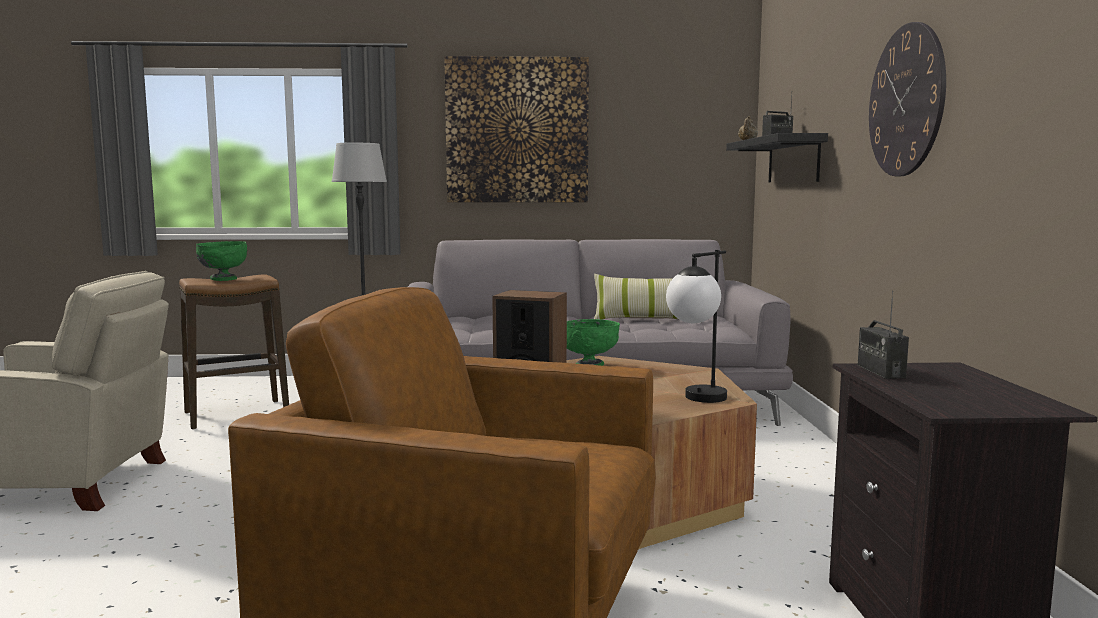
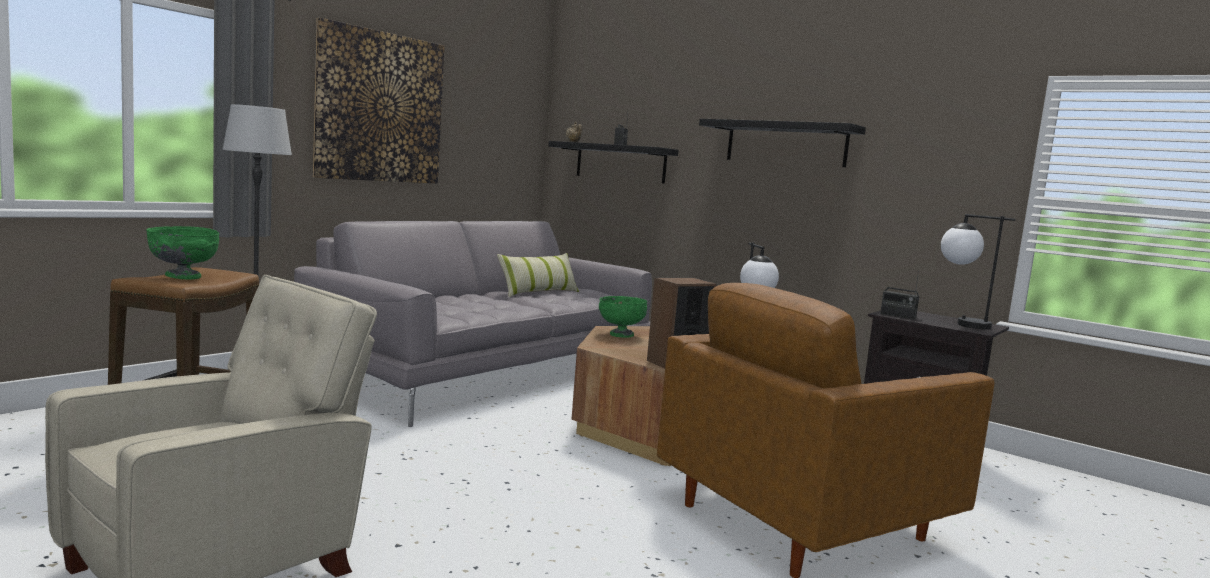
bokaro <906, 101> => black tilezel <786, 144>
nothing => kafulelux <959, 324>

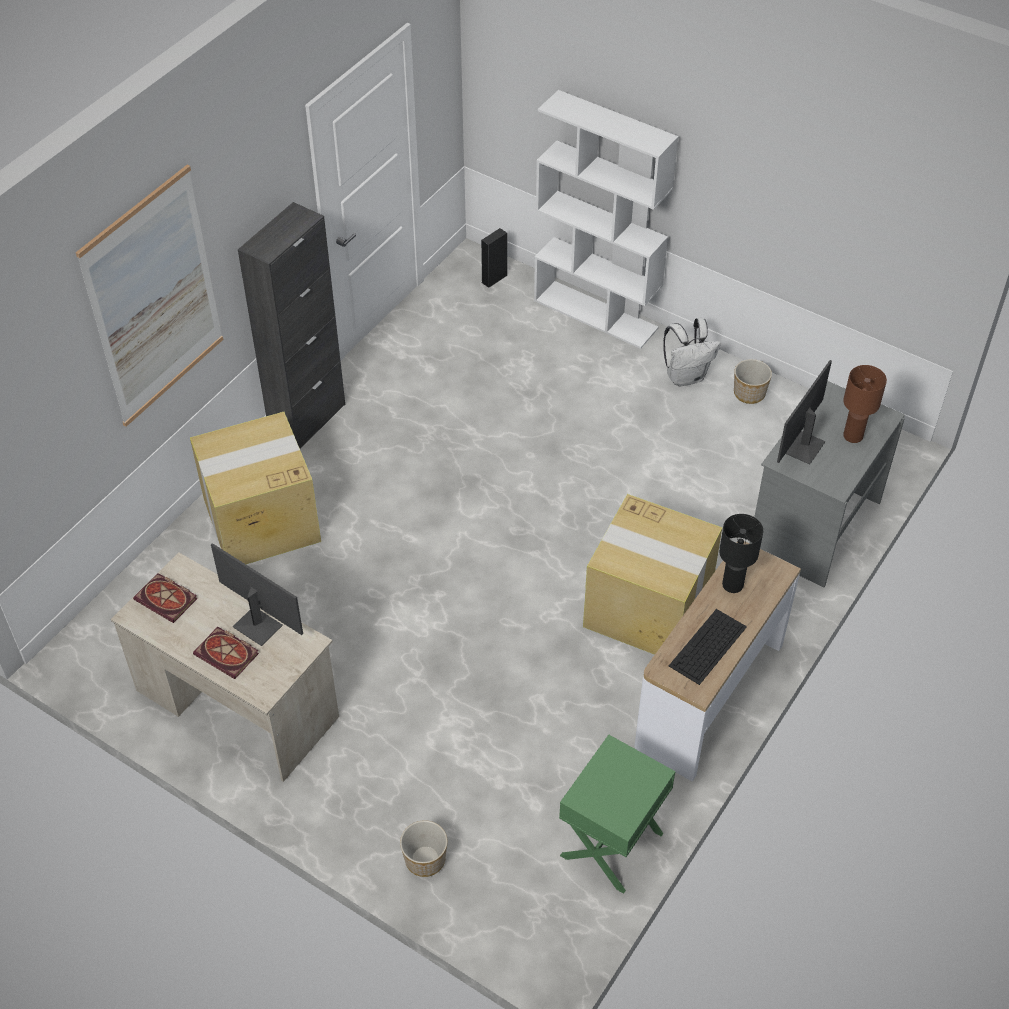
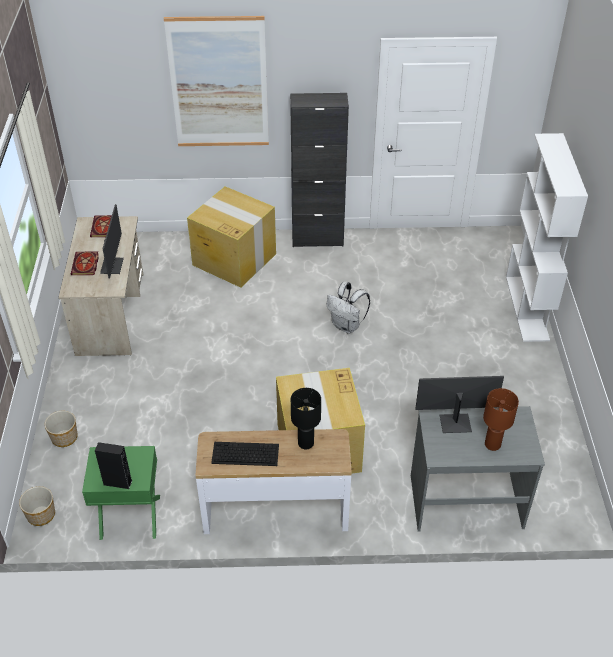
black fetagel <494, 278> => black fetagel <117, 482>, moved
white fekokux <686, 376> => white fekokux <347, 326>, moved
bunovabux <749, 393> => bunovabux <41, 515>, moved

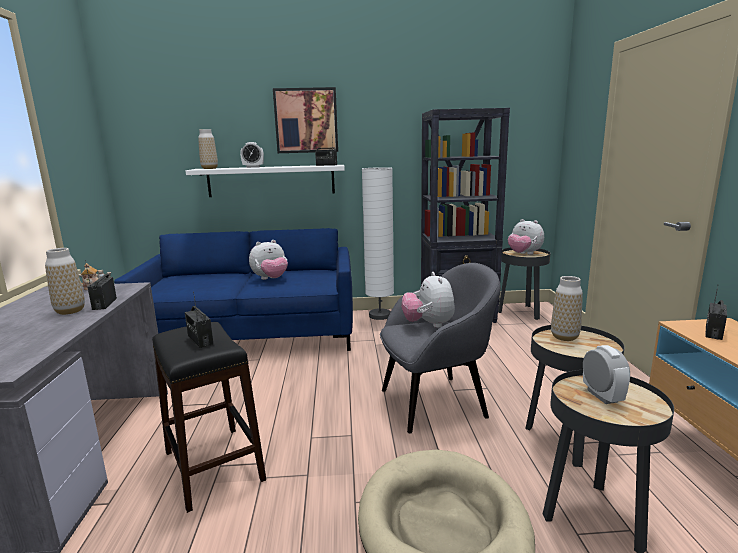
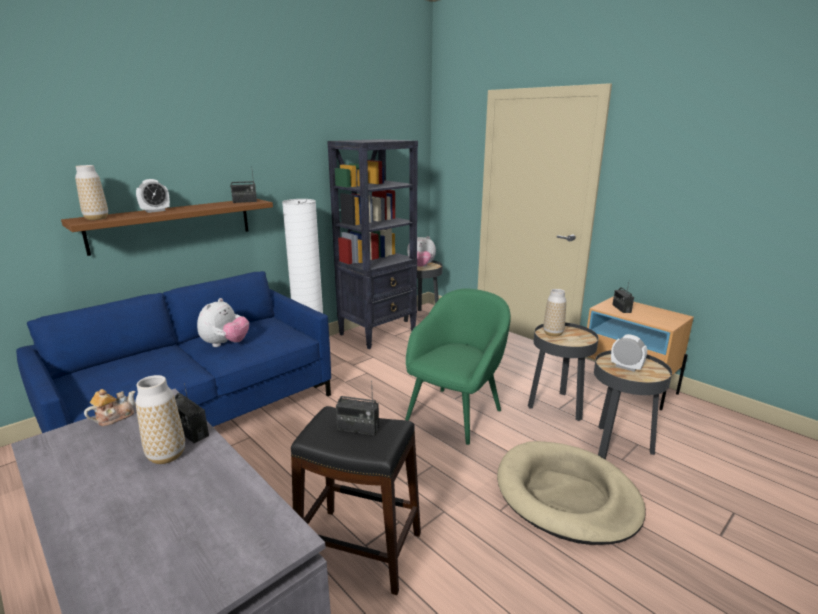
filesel <306, 121> => nothing
white tilezel <271, 181> => brown tilezel <172, 225>
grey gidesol <435, 402> => green gidesol <455, 413>
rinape <428, 325> => nothing

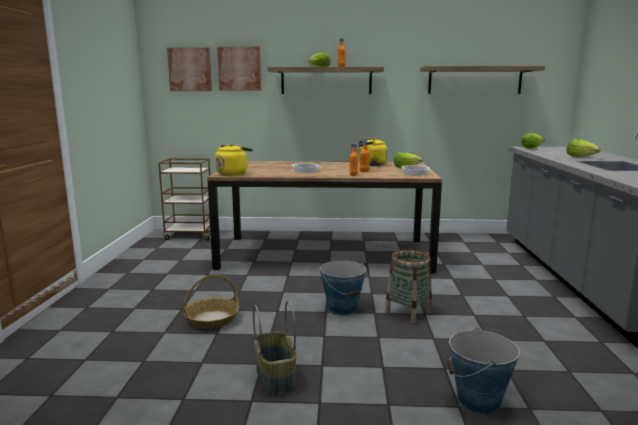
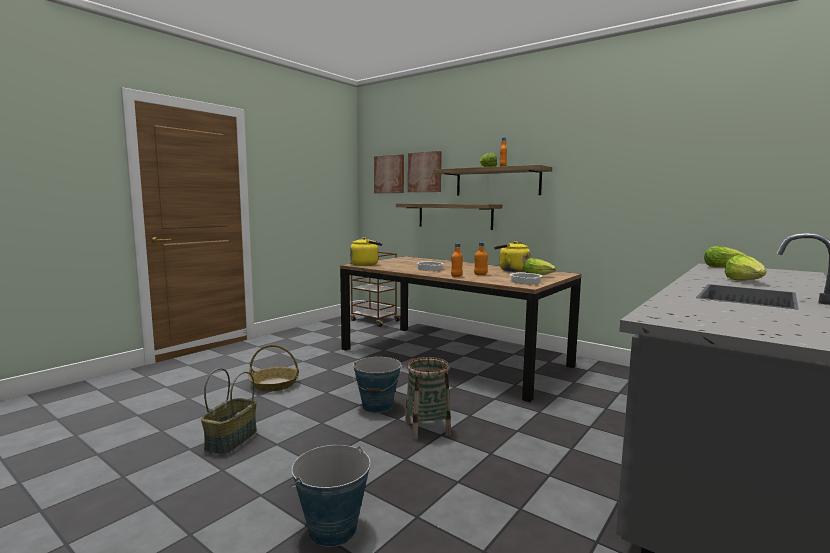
tilezel <474, 80> => tilezel <454, 216>, moved

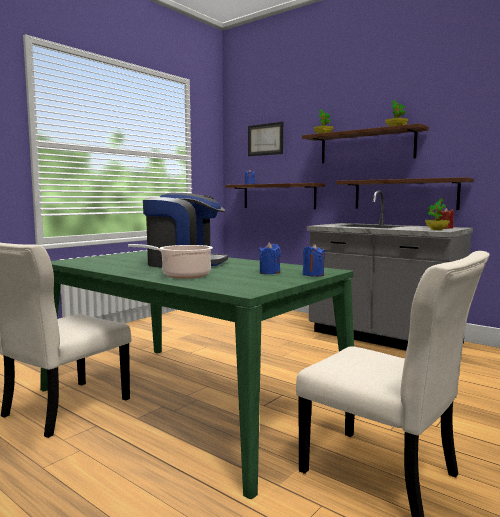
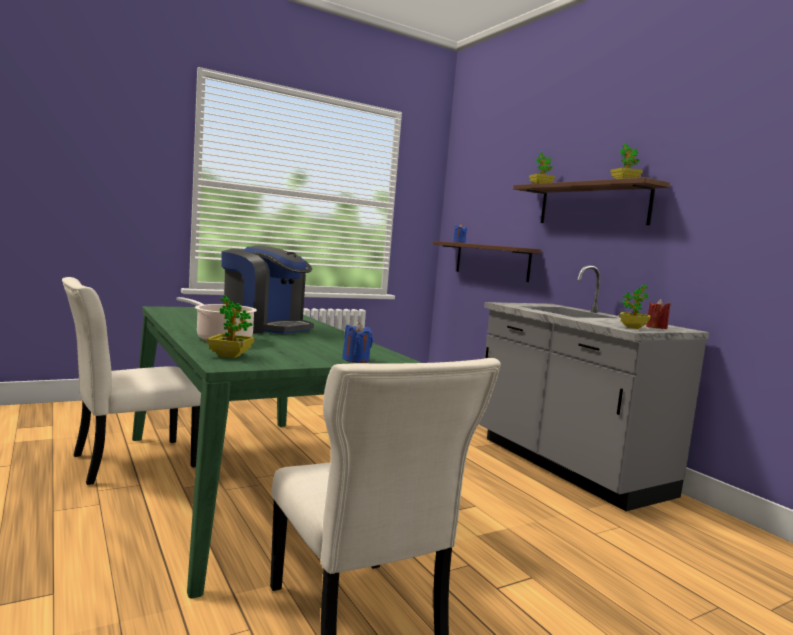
filesel <265, 139> => nothing
brown tilezel <404, 194> => nothing
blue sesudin <269, 273> => nothing
nothing => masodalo <230, 355>

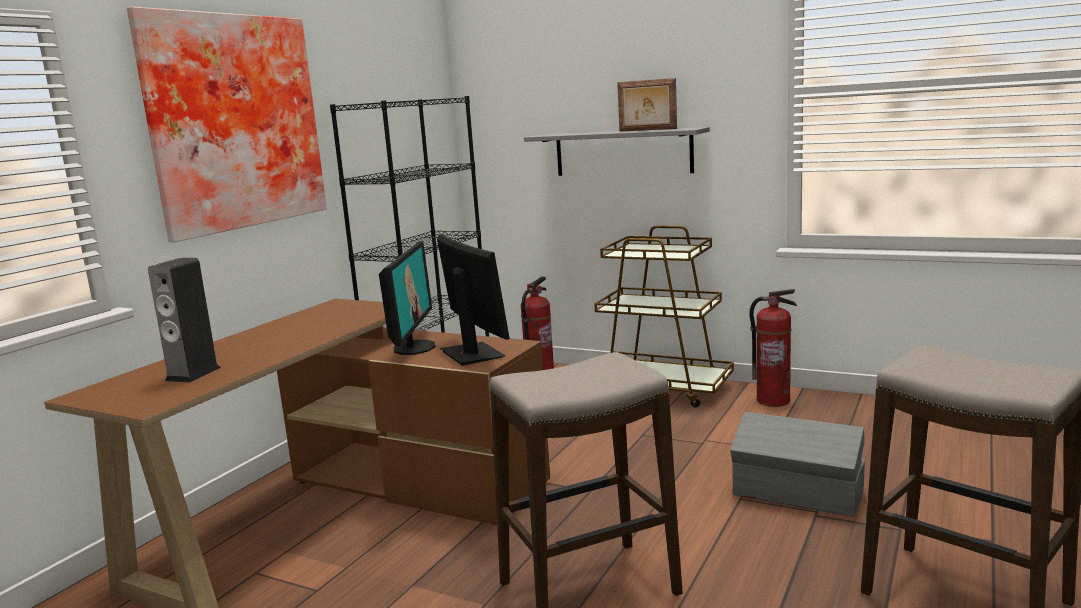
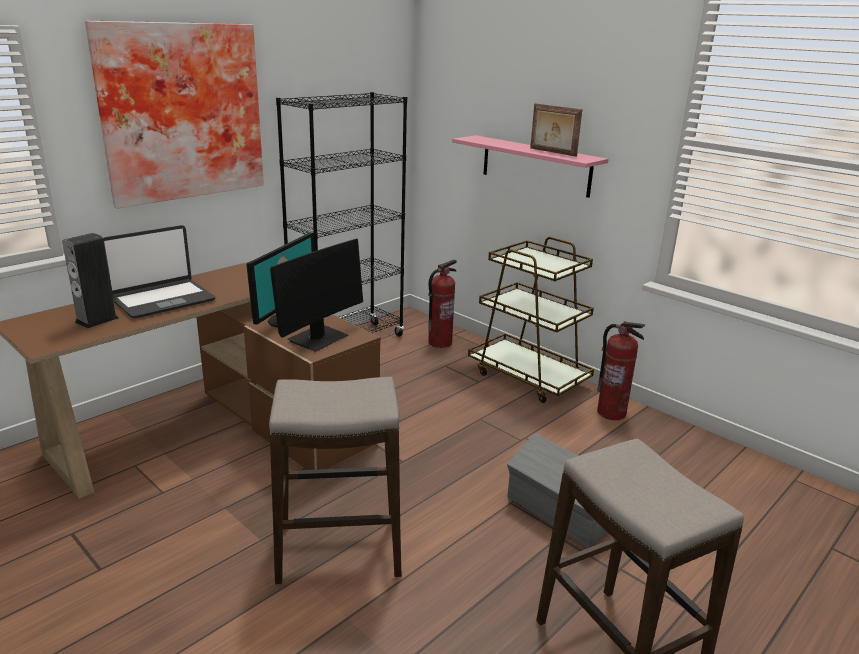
grey tilezel <623, 152> => pink tilezel <535, 165>
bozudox <472, 354> => bozudox <318, 339>, 45 degrees clockwise
nothing => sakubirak <162, 300>

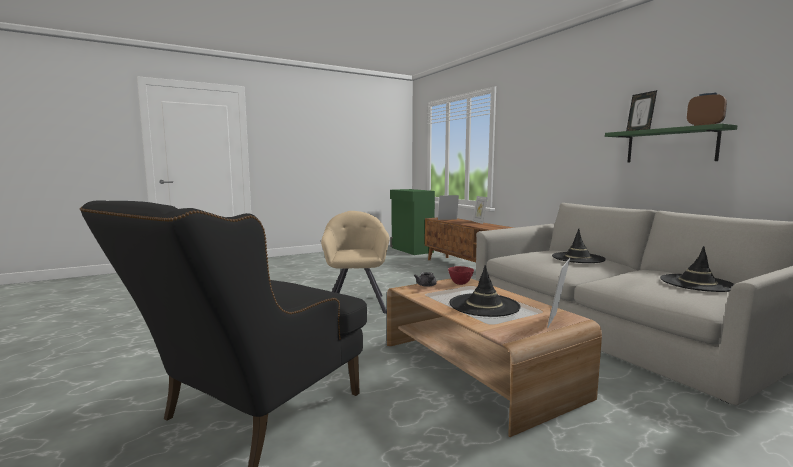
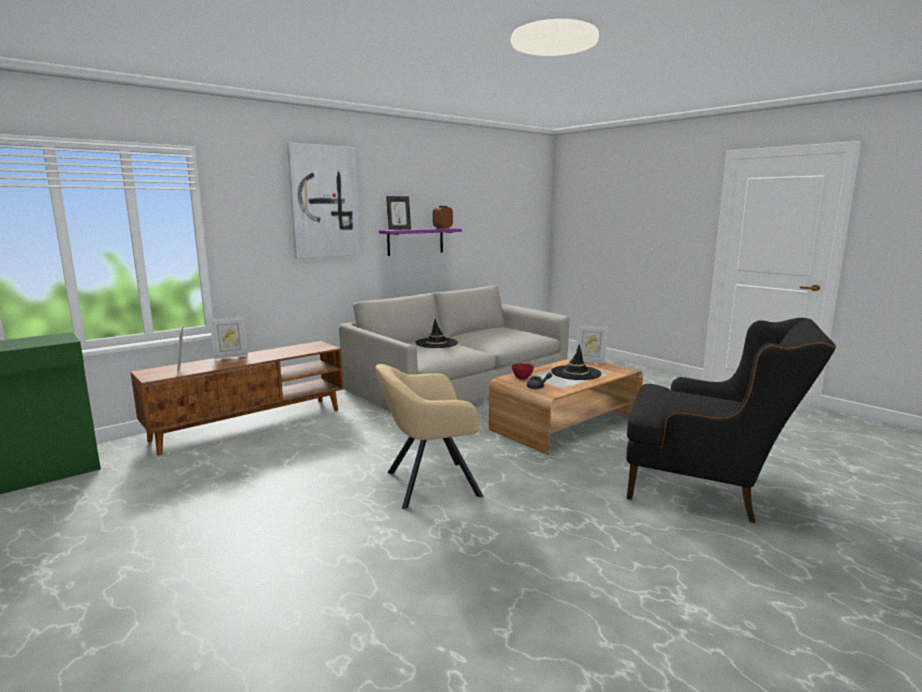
green tilezel <670, 146> => purple tilezel <415, 241>
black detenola <697, 283> => nothing
nothing => filesel <324, 202>

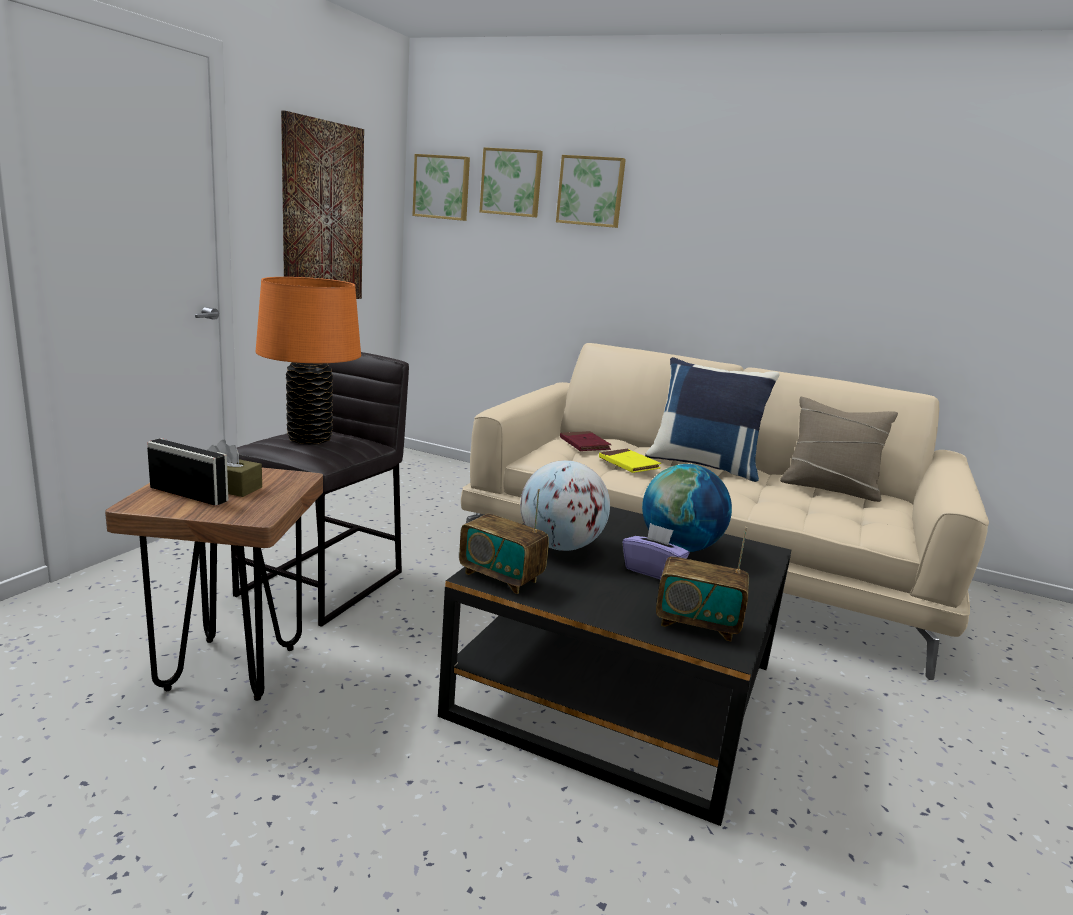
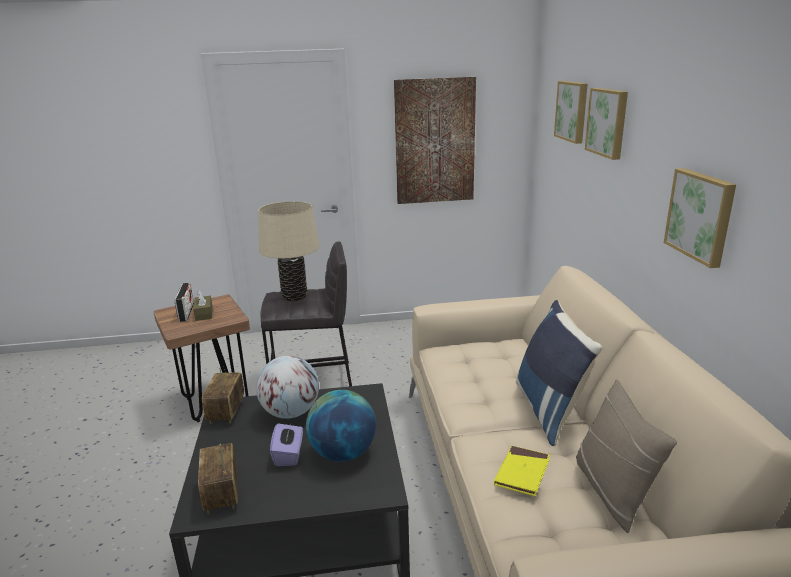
filesel <442, 187> => filesel <701, 216>, moved
orange kafulelux <310, 439> => beige kafulelux <294, 297>
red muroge <584, 444> => nothing
yellow muroge <629, 464> => yellow muroge <522, 473>, moved

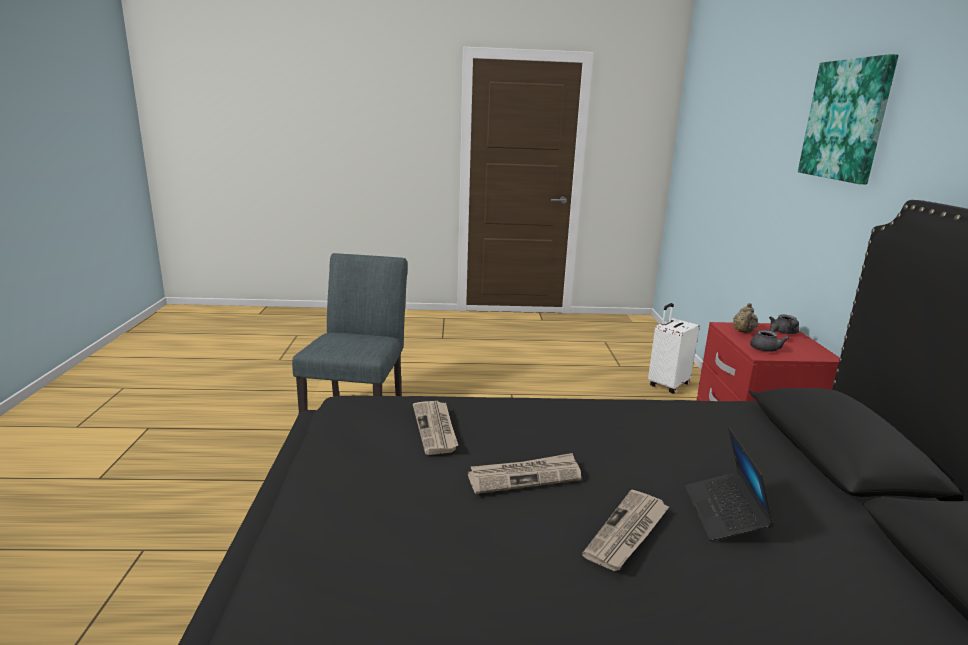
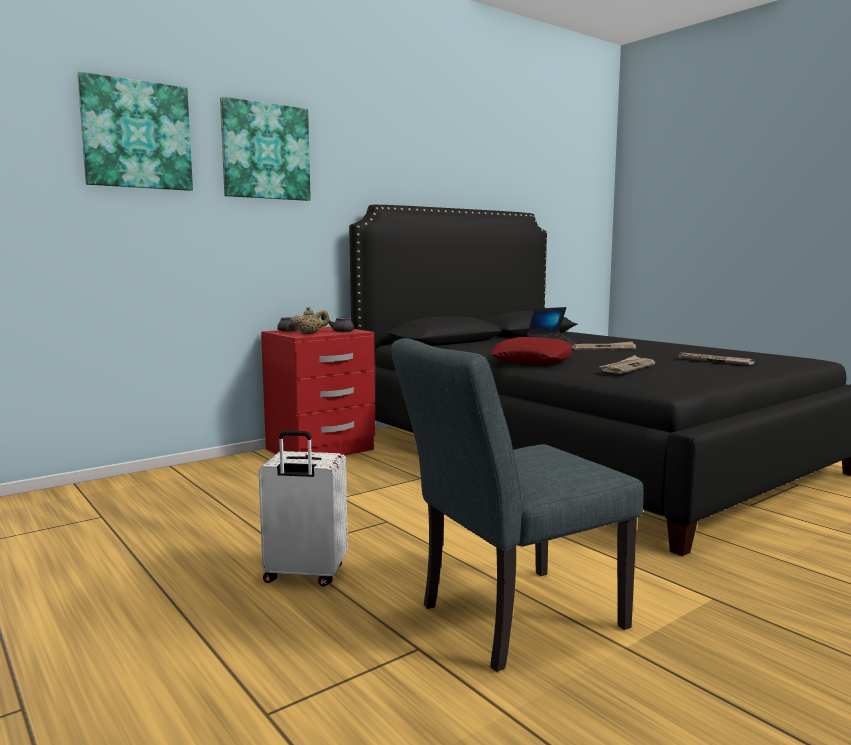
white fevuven <667, 385> => white fevuven <304, 575>, moved
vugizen <525, 476> => vugizen <713, 361>, moved
nothing => filesel <136, 135>
nothing => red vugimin <532, 360>

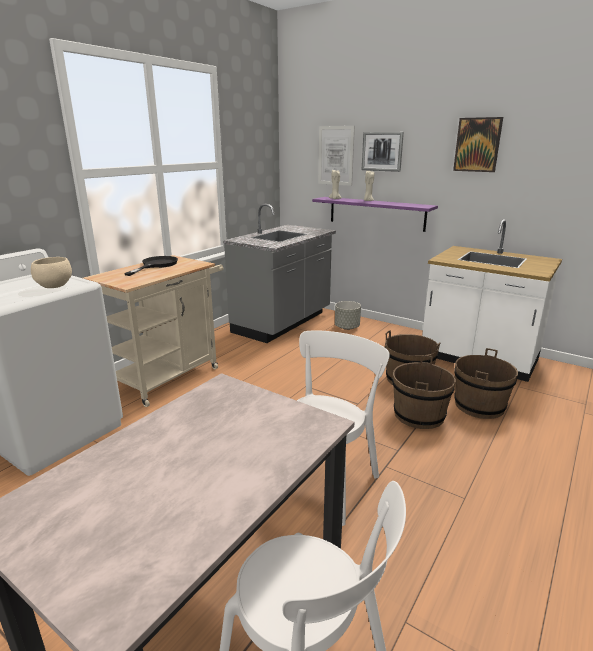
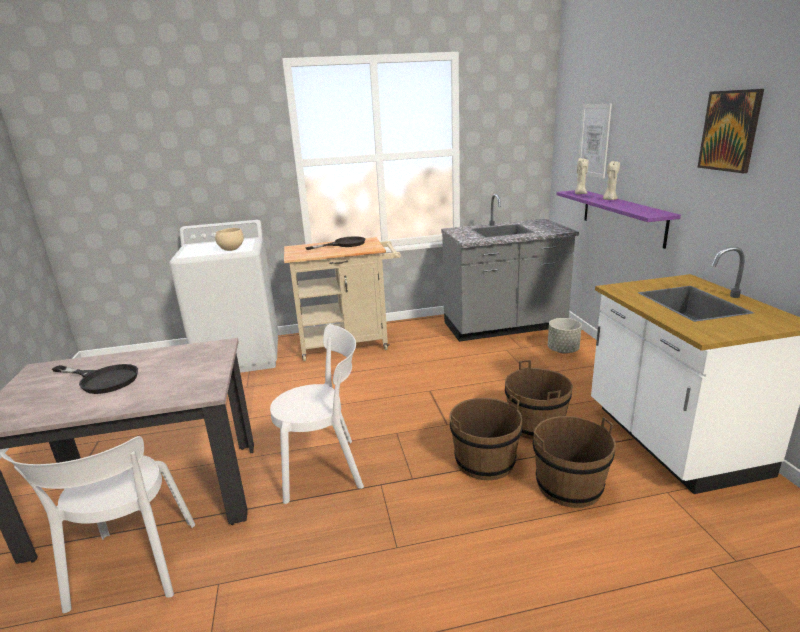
filesel <382, 151> => nothing
nothing => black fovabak <103, 379>

